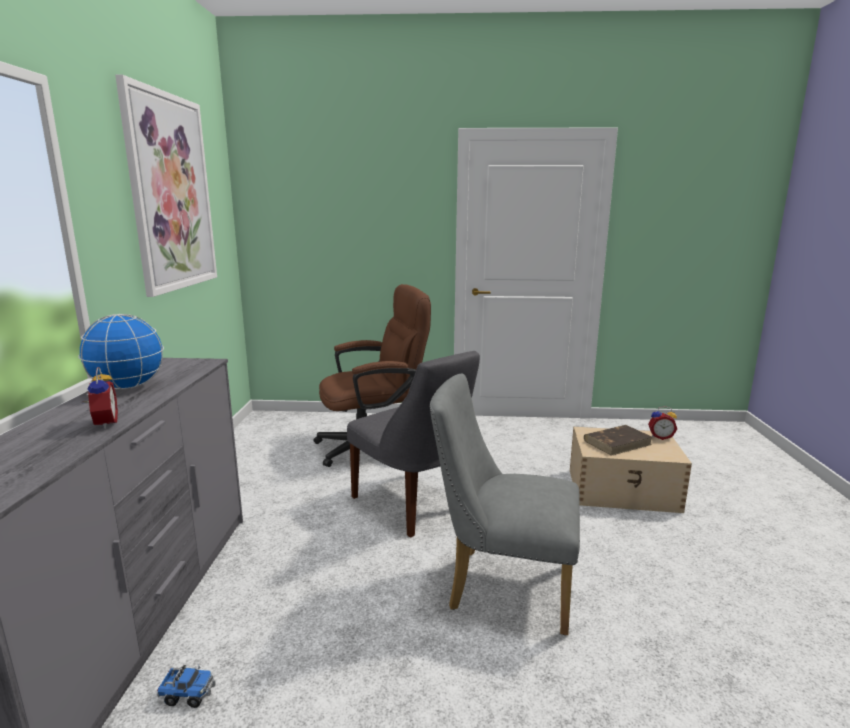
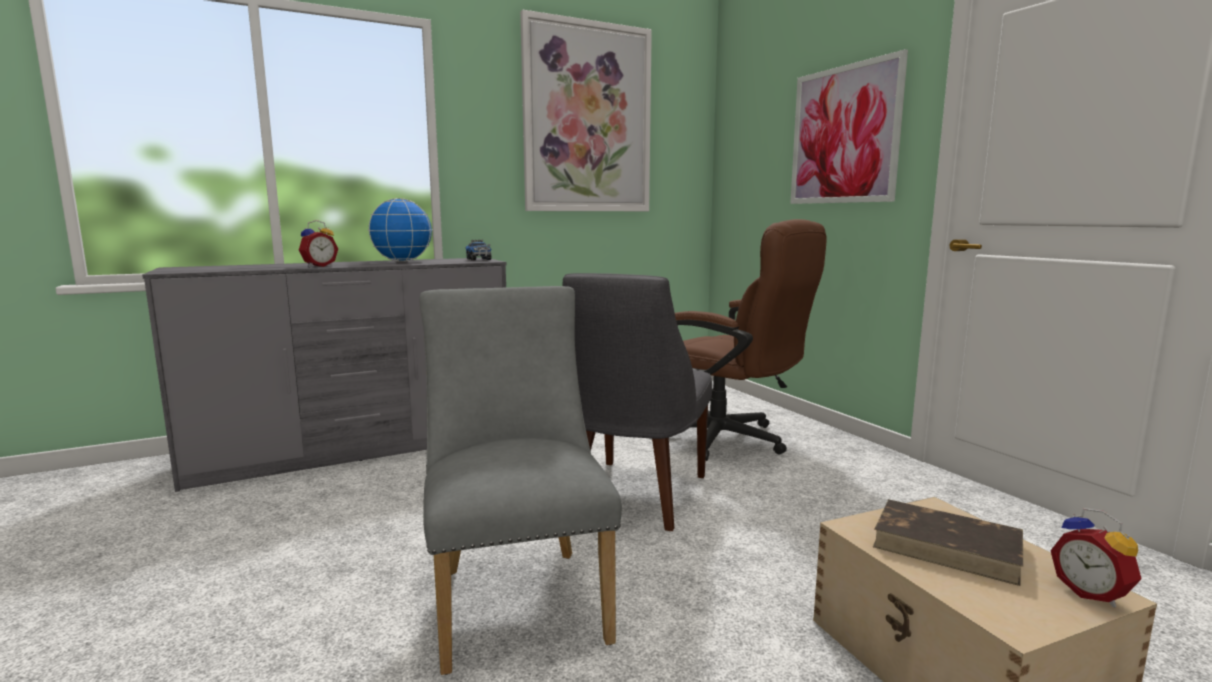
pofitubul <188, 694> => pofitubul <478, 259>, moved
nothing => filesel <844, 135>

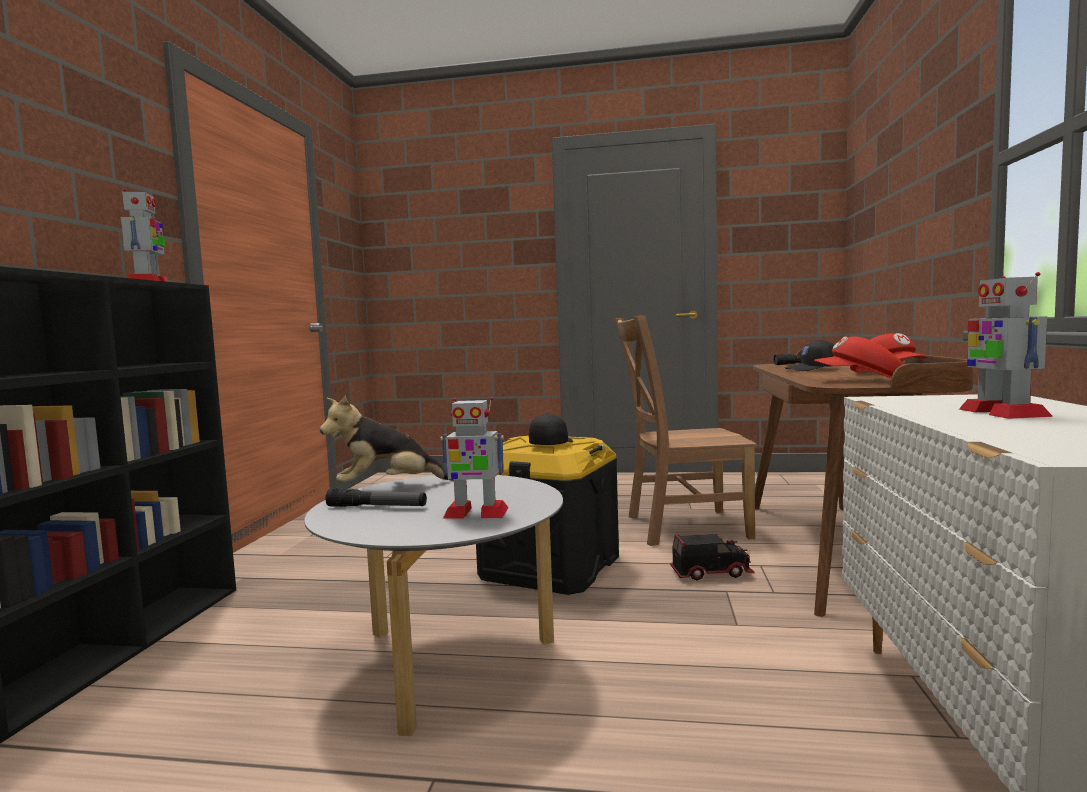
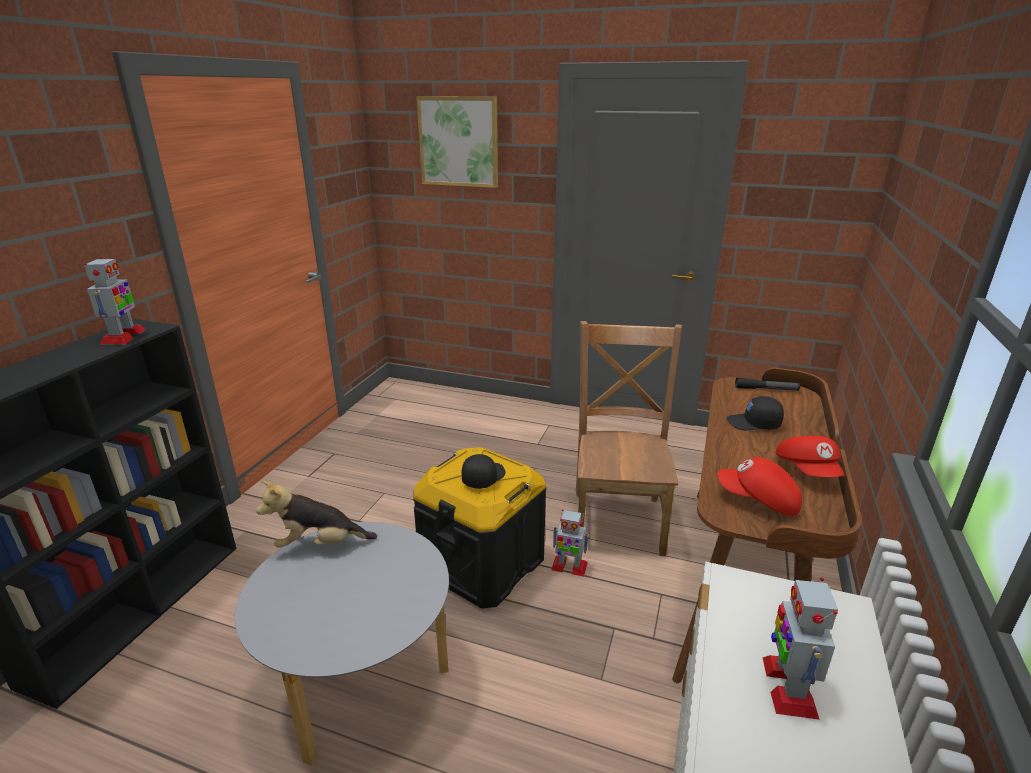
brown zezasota <681, 527> => brown zezasota <618, 518>, 90 degrees clockwise
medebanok <475, 513> => medebanok <568, 566>, moved
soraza <377, 507> => nothing
pofitubul <711, 573> => nothing
nothing => filesel <459, 142>

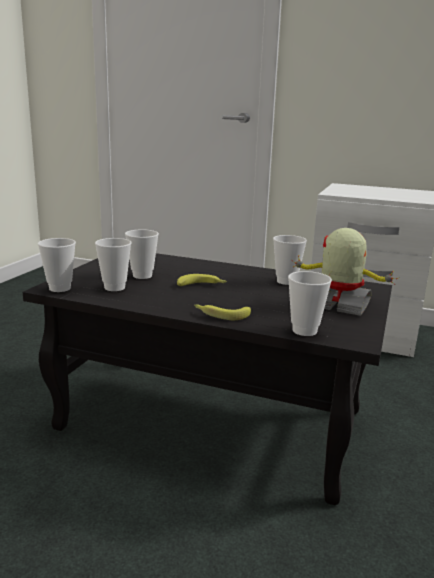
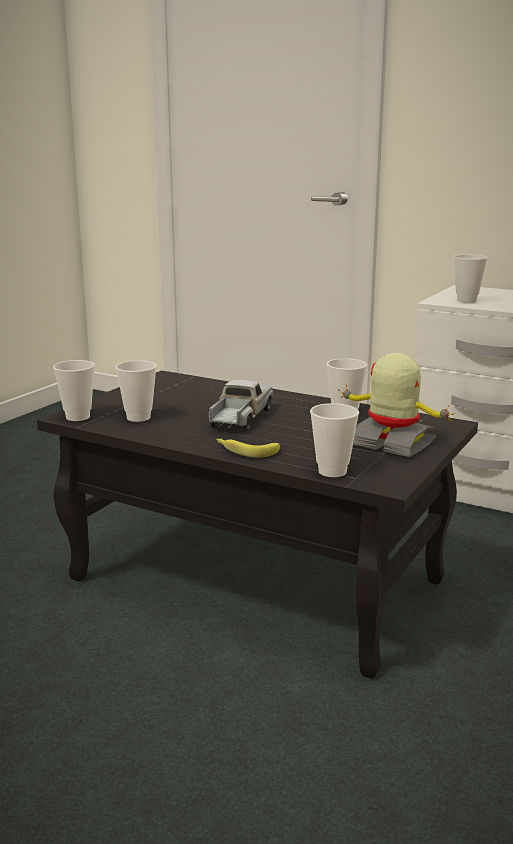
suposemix <142, 276> => suposemix <466, 301>, moved
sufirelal <202, 286> => pofitubul <240, 418>

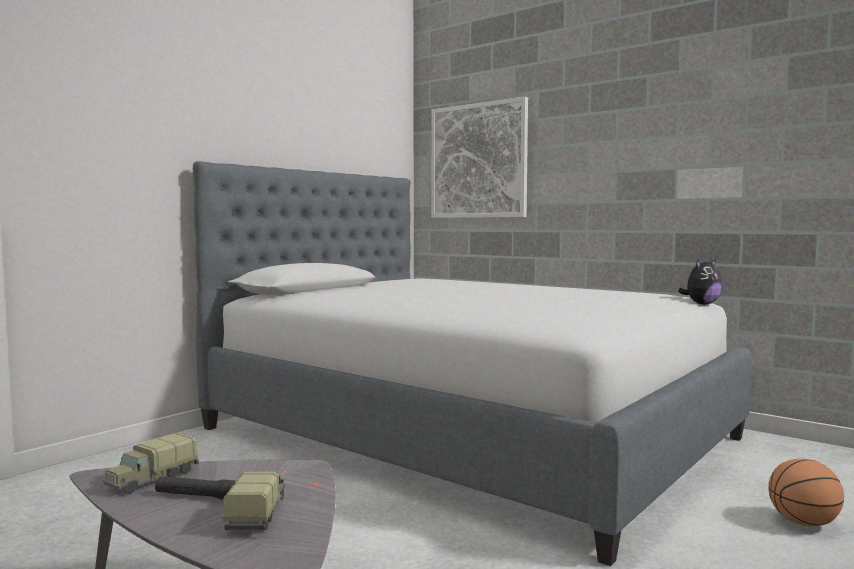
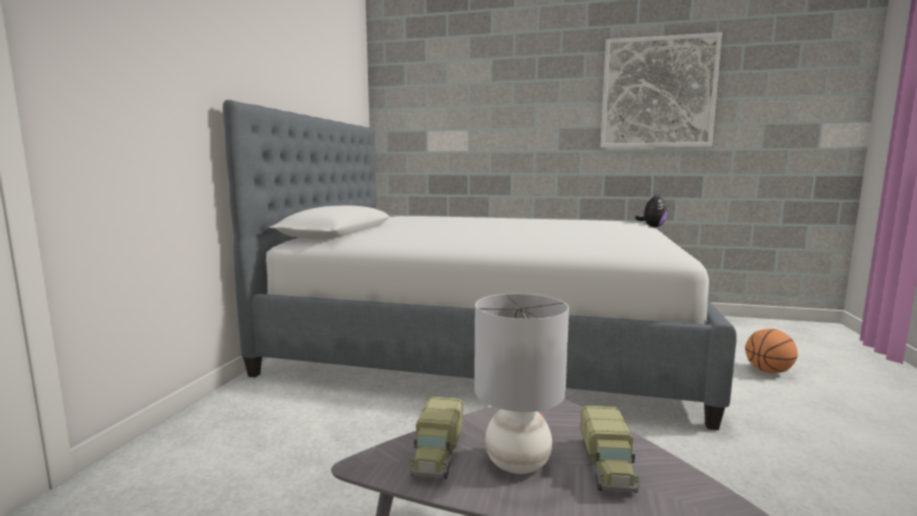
filesel <478, 161> => filesel <657, 93>, moved
pofitubul <258, 514> => pofitubul <607, 466>, 150 degrees counterclockwise
black soraza <196, 496> => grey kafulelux <516, 462>

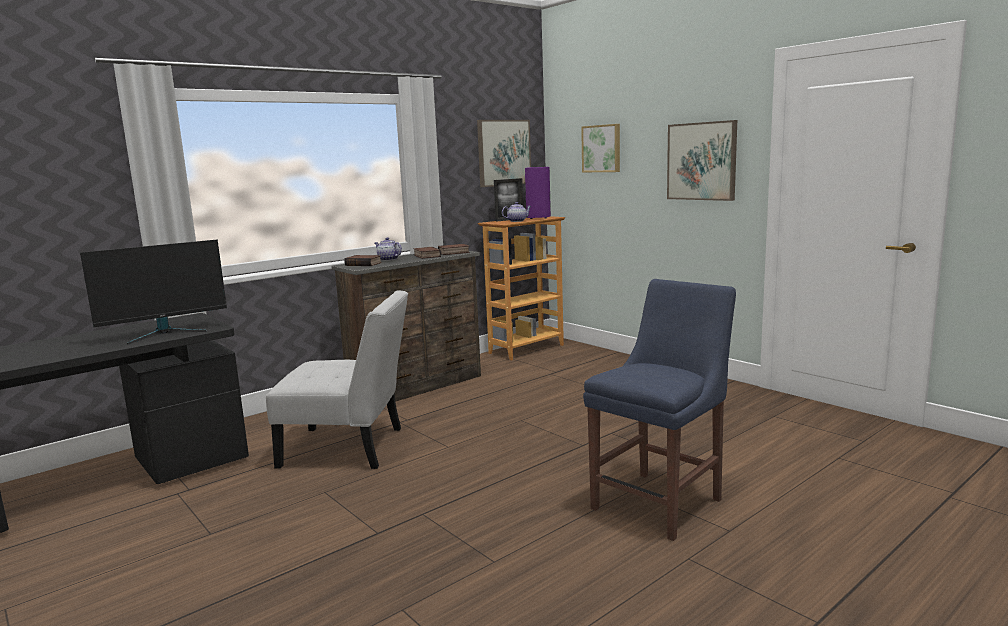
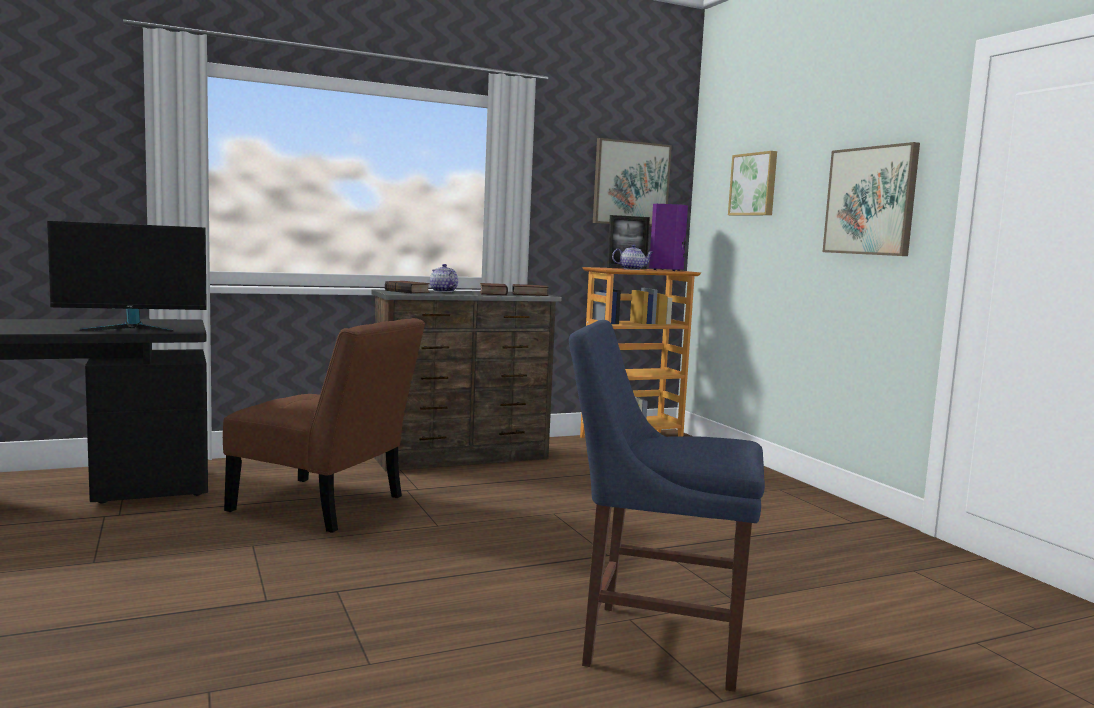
blue zezasota <661, 502> => blue zezasota <654, 642>, 135 degrees counterclockwise
white zezasota <349, 448> => brown zezasota <325, 506>

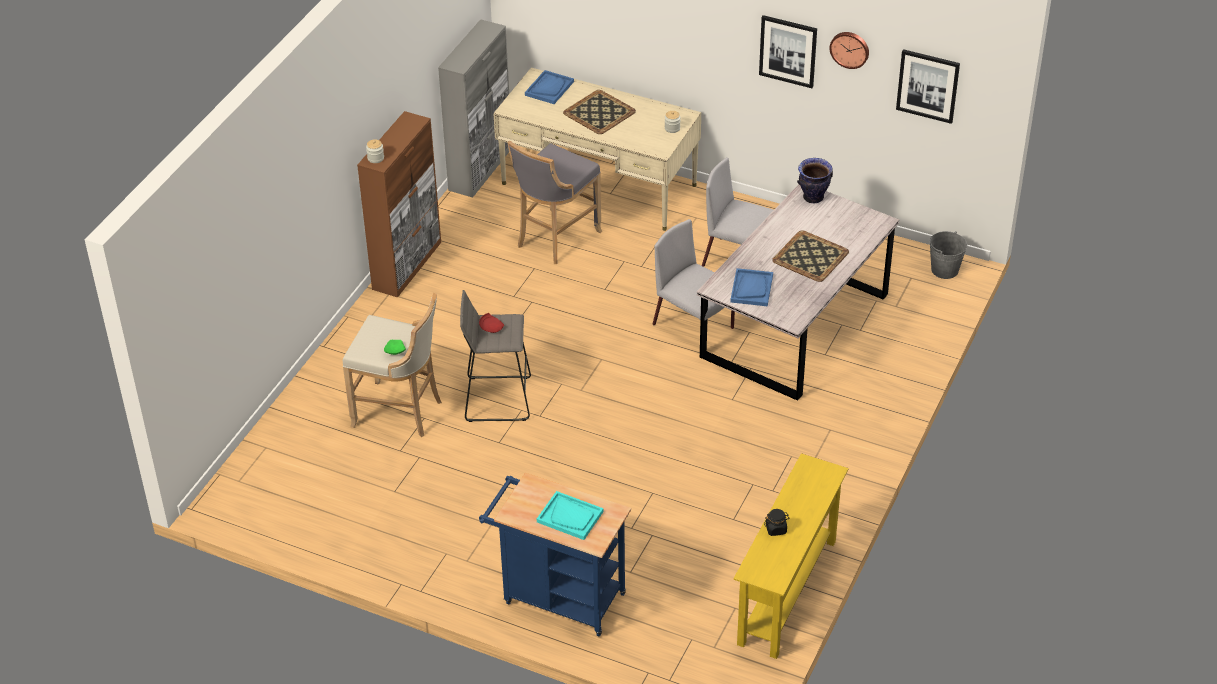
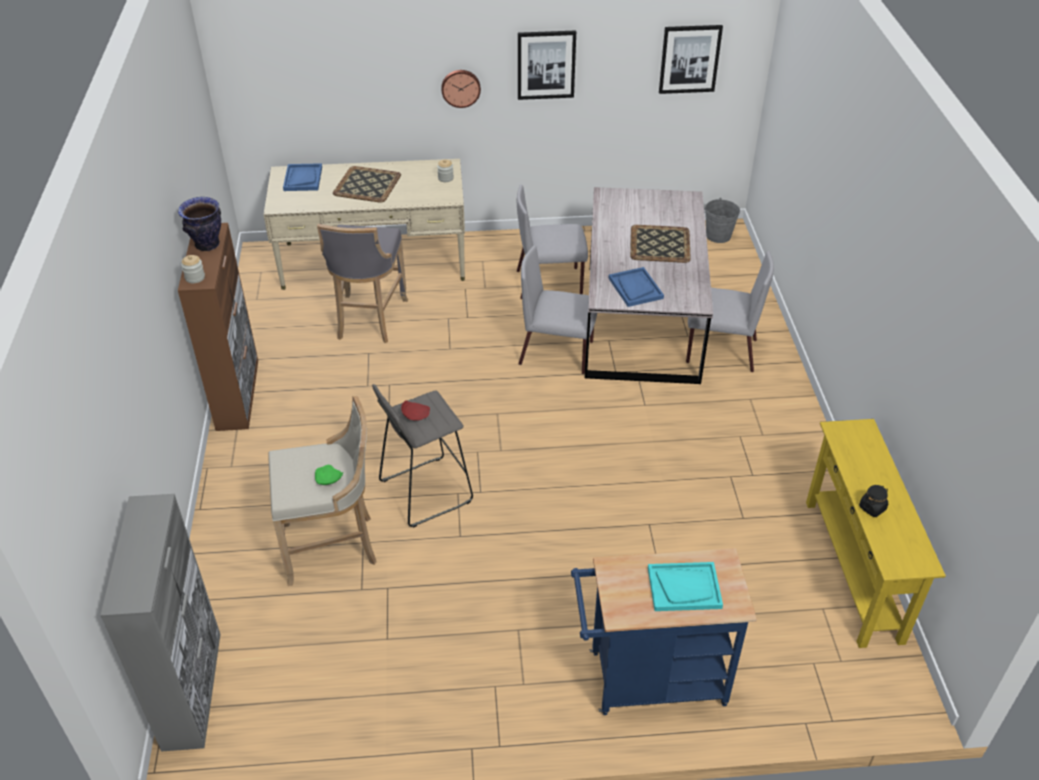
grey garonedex <481, 168> => grey garonedex <192, 689>, moved
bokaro <850, 49> => bokaro <460, 87>, moved
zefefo <813, 197> => zefefo <207, 244>, moved
nothing => grey zezasota <719, 351>

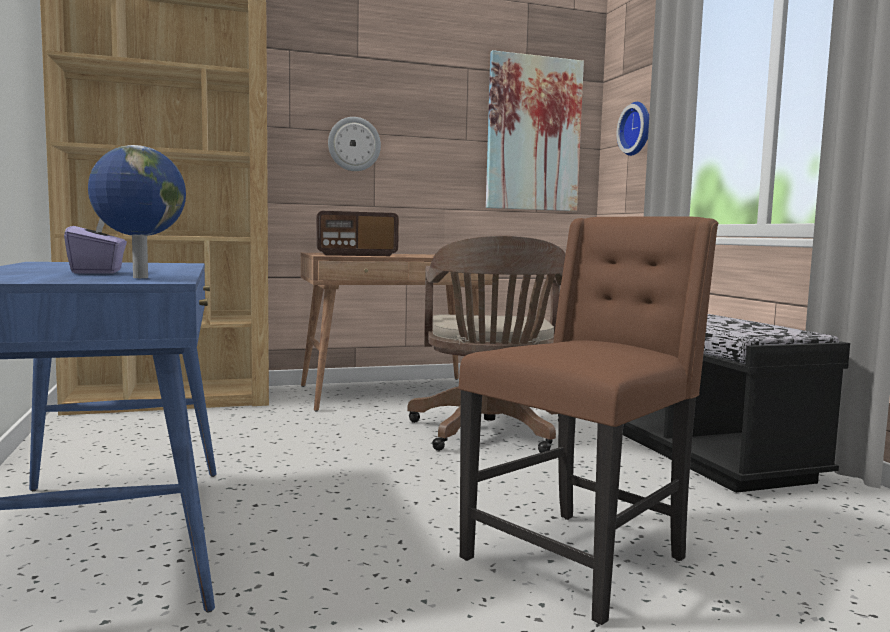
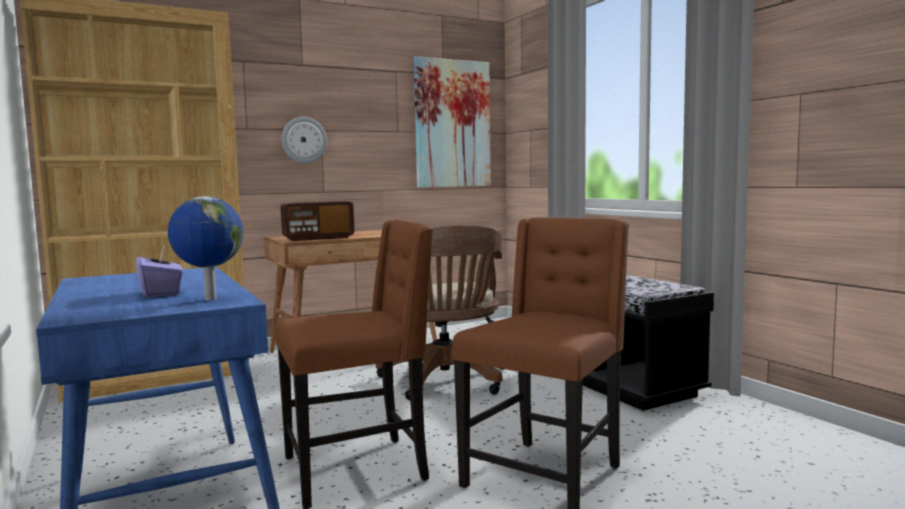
bokaro <637, 129> => nothing
nothing => brown zezasota <358, 469>

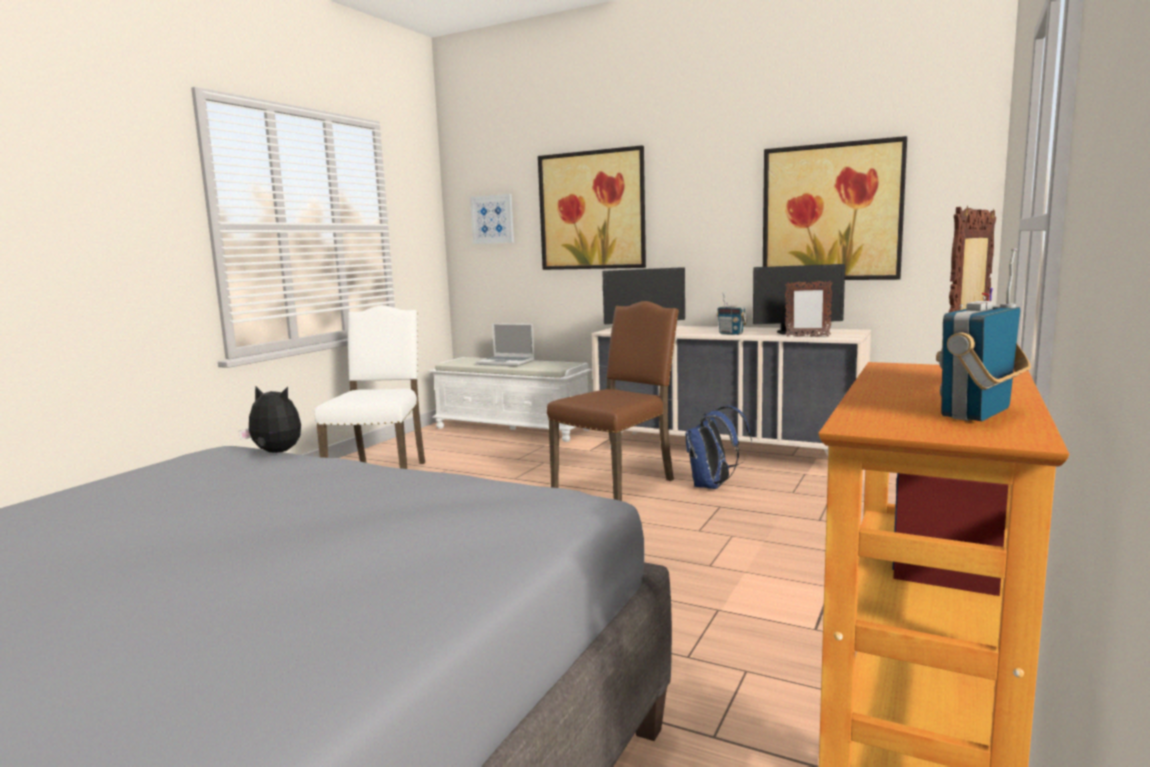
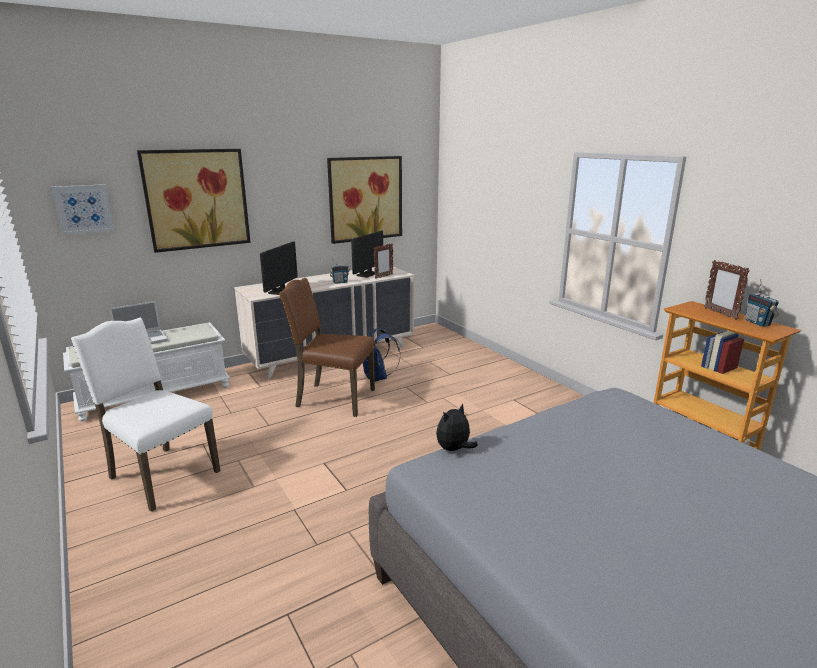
brown zezasota <617, 484> => brown zezasota <333, 398>, 60 degrees counterclockwise

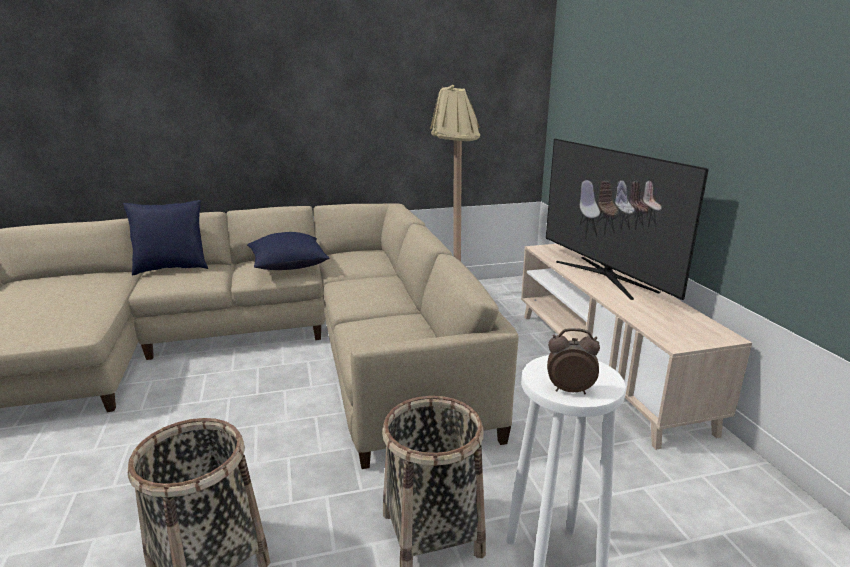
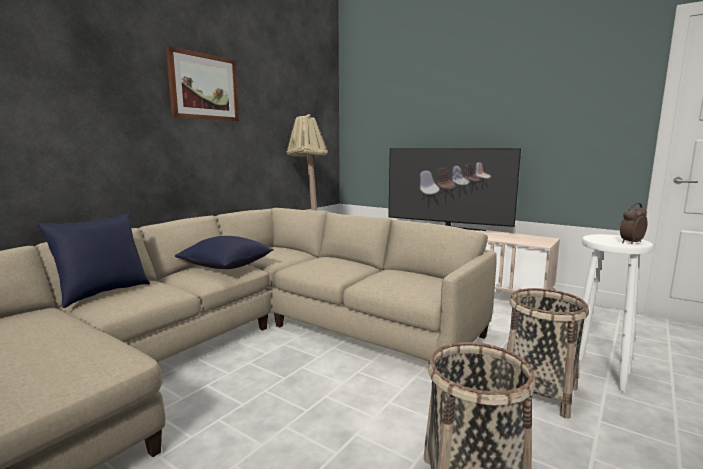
nothing => filesel <204, 87>

